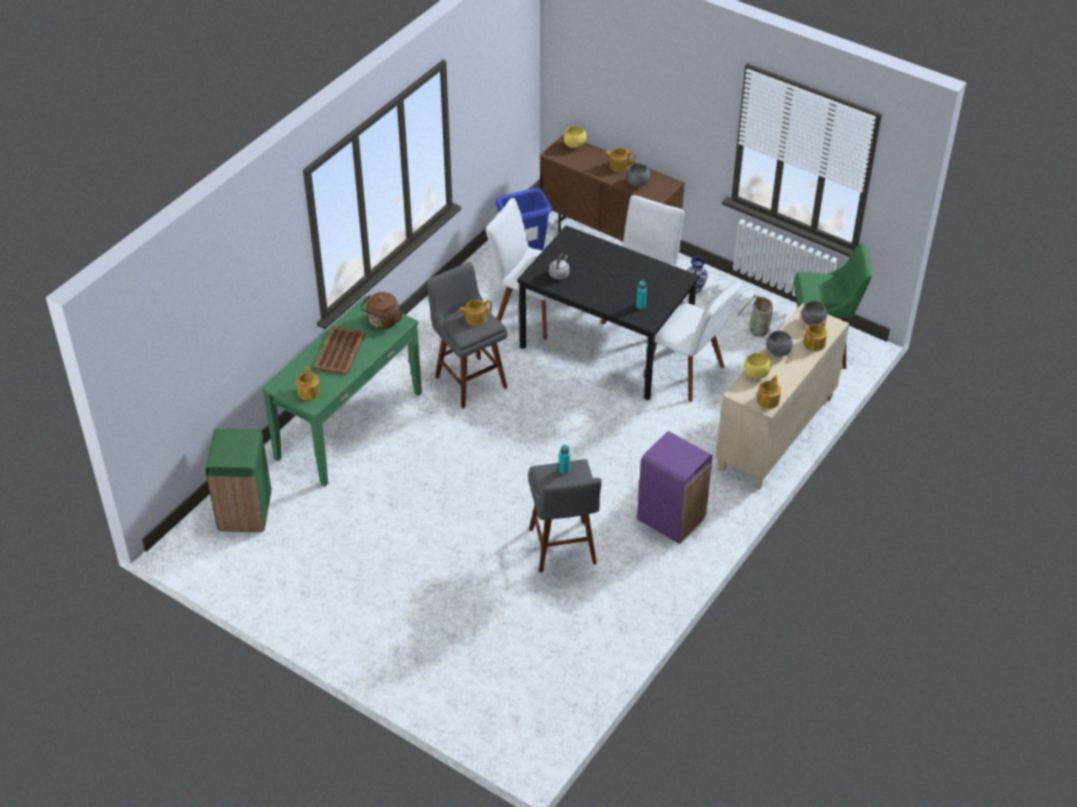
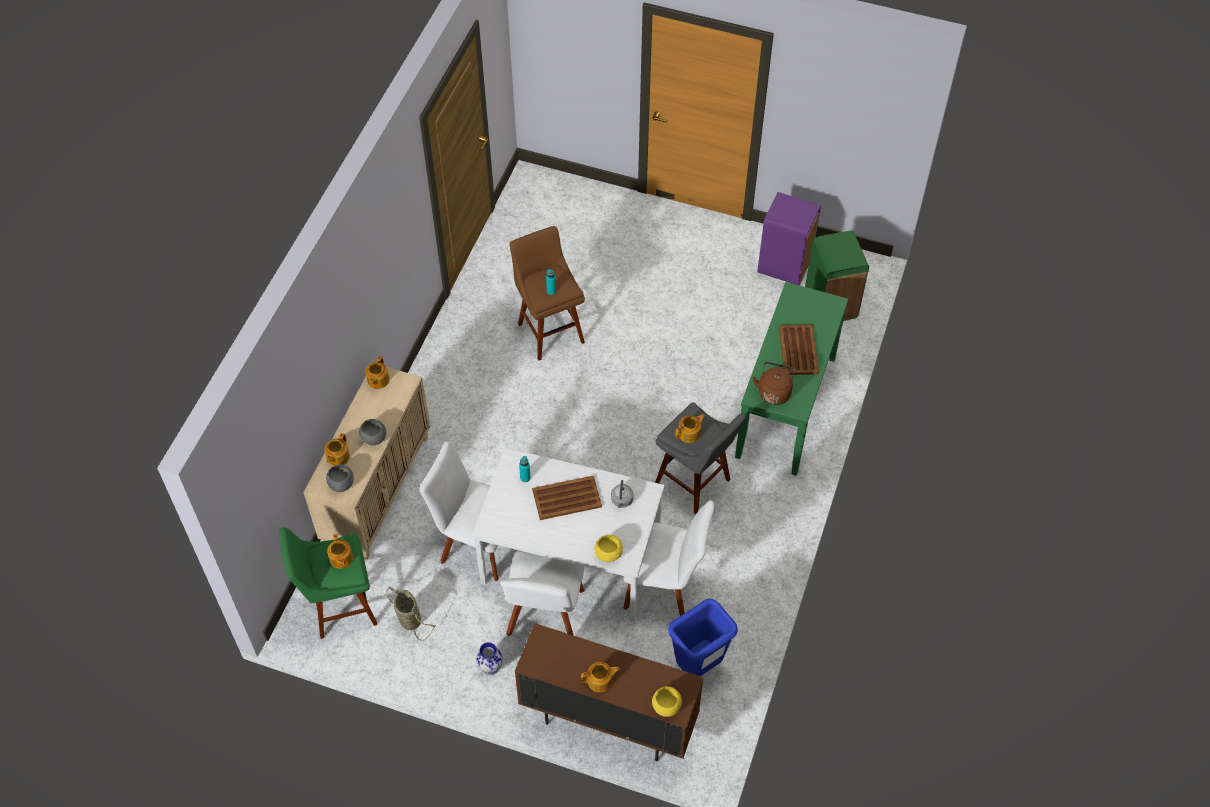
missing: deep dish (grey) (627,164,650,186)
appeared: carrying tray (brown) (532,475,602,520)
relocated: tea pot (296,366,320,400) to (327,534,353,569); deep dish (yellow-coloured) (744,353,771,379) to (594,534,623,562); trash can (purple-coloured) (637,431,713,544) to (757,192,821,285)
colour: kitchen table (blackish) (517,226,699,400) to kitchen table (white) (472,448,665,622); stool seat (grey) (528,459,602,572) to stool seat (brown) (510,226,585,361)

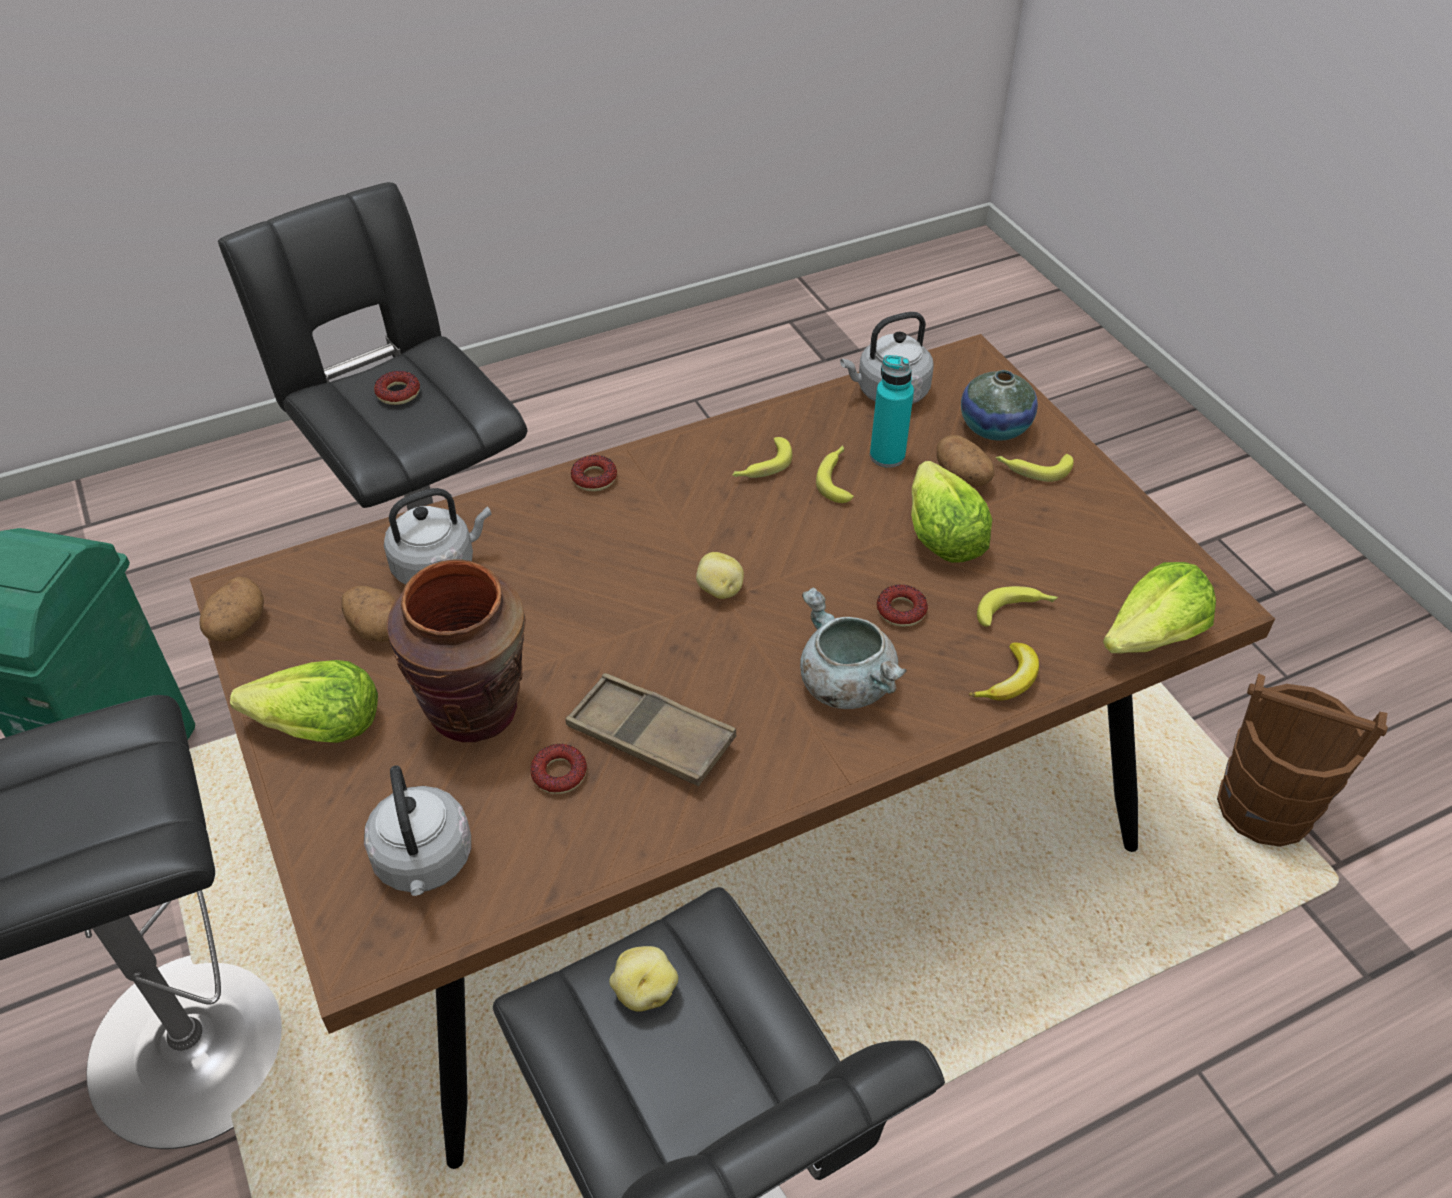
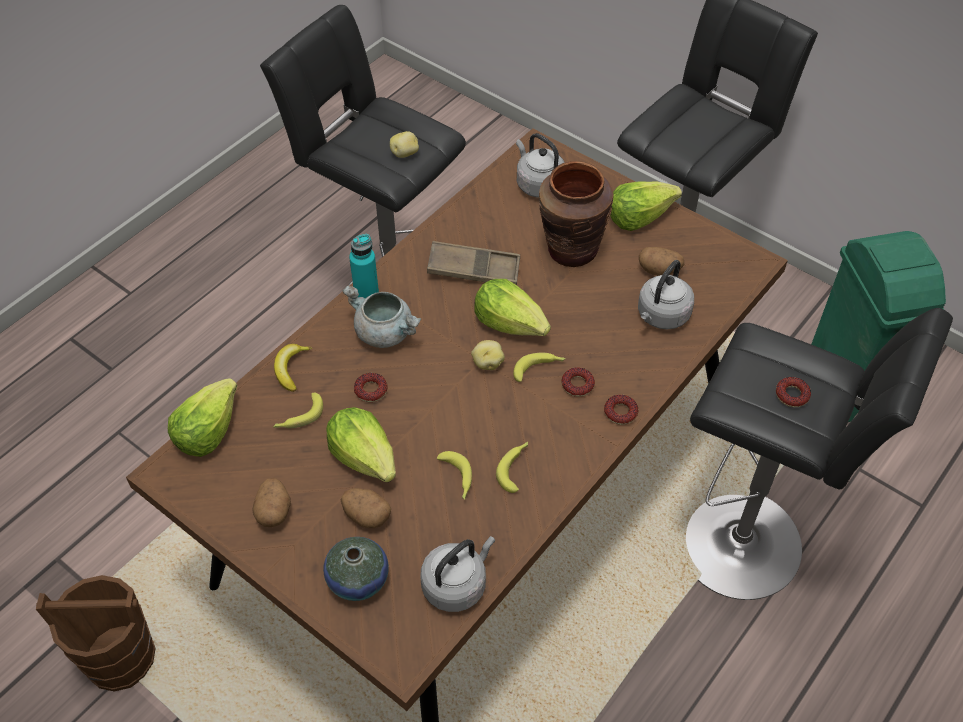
appeared: head of lettuce (474,279,551,336)
relocated: whole potato (200,577,264,641) to (252,478,291,527); drink bottle (turquoise) (870,355,914,468) to (349,234,379,298); banana fruit (996,454,1074,482) to (513,353,566,382); ring doughnut (530,744,587,794) to (561,367,595,397)

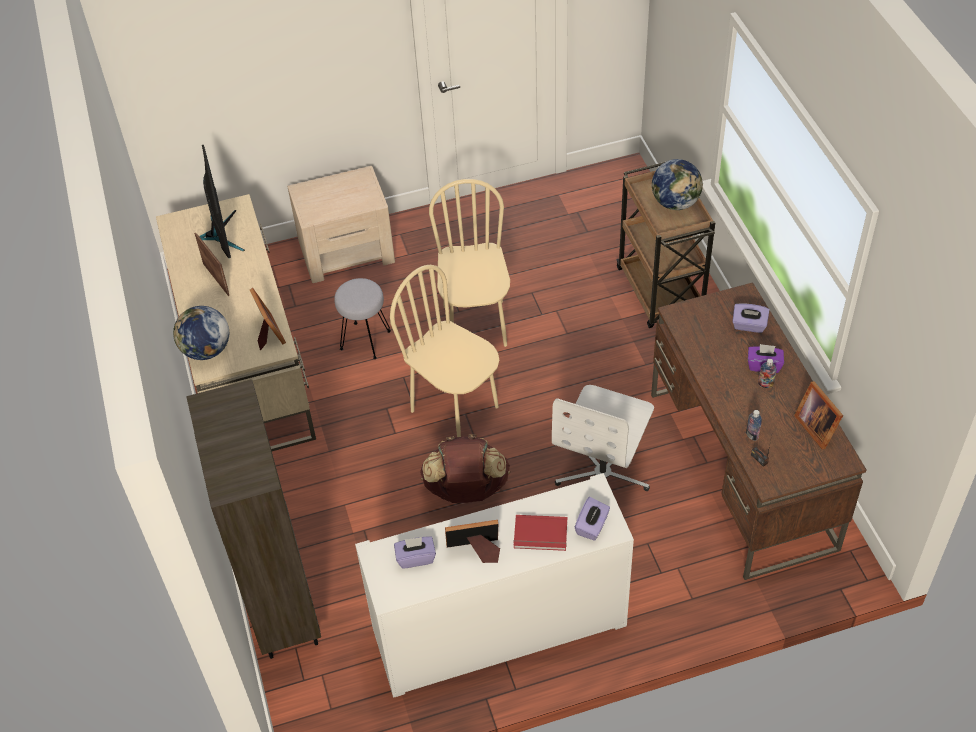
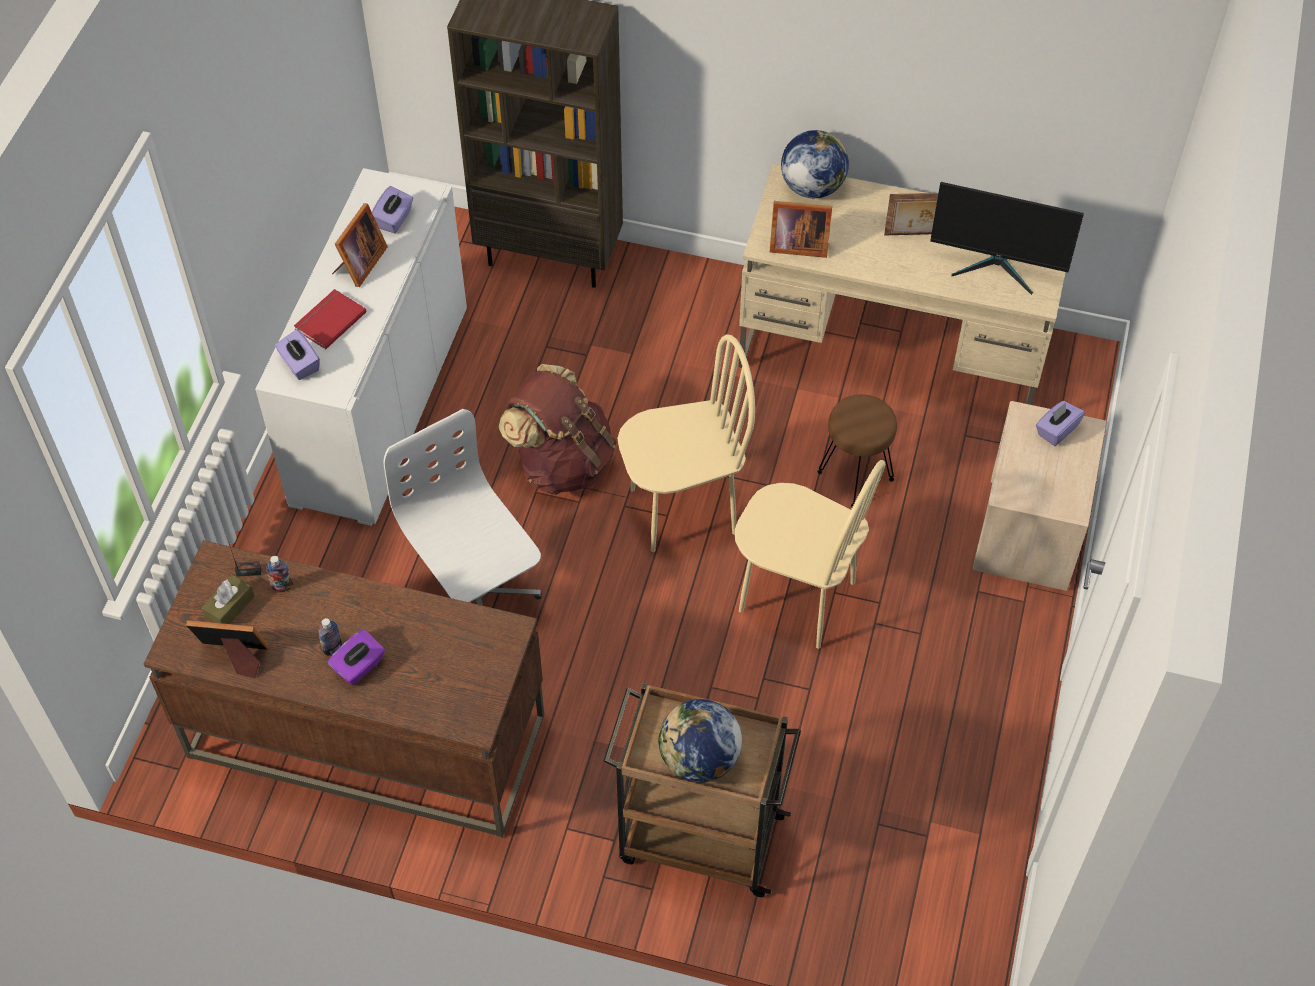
appeared: box of tissues (brown) (201,575,254,624)
relocated: box of tissues (purple-coloured) (732,303,769,333) to (1036,401,1085,446)
colour: stool seat (grey) (334,278,391,359) to stool seat (brown) (817,394,897,507)

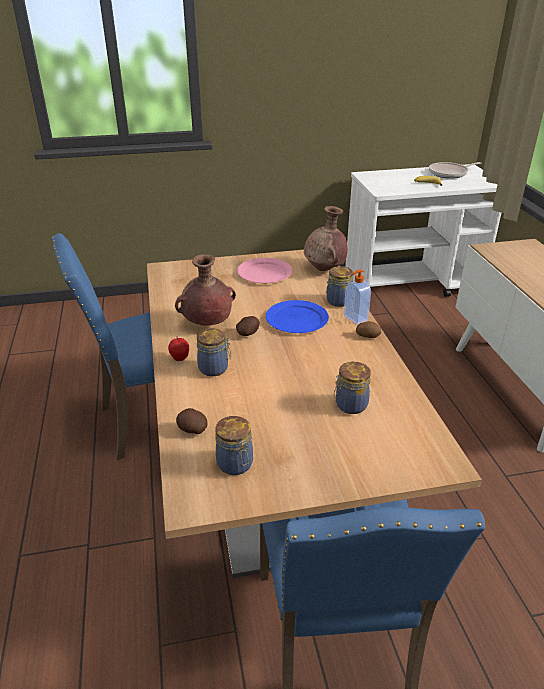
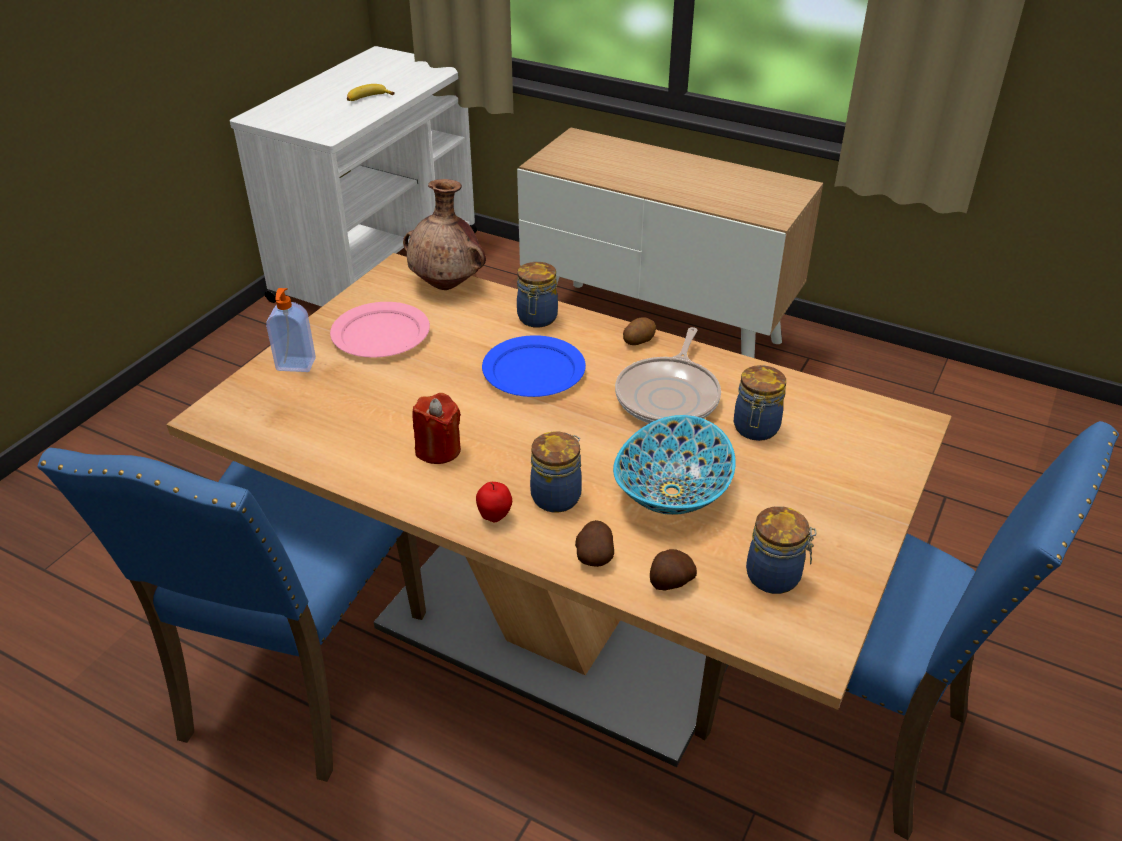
appeared: deep dish (613,415,736,515)
relocated: liquid soap bottle (344,269,371,325) to (266,288,316,372); whole potato (236,316,259,336) to (575,520,614,567); frying pan (429,162,481,179) to (615,327,721,423)
exchanged: vase (brown) (175,254,236,326) to candle (red) (413,393,461,464)

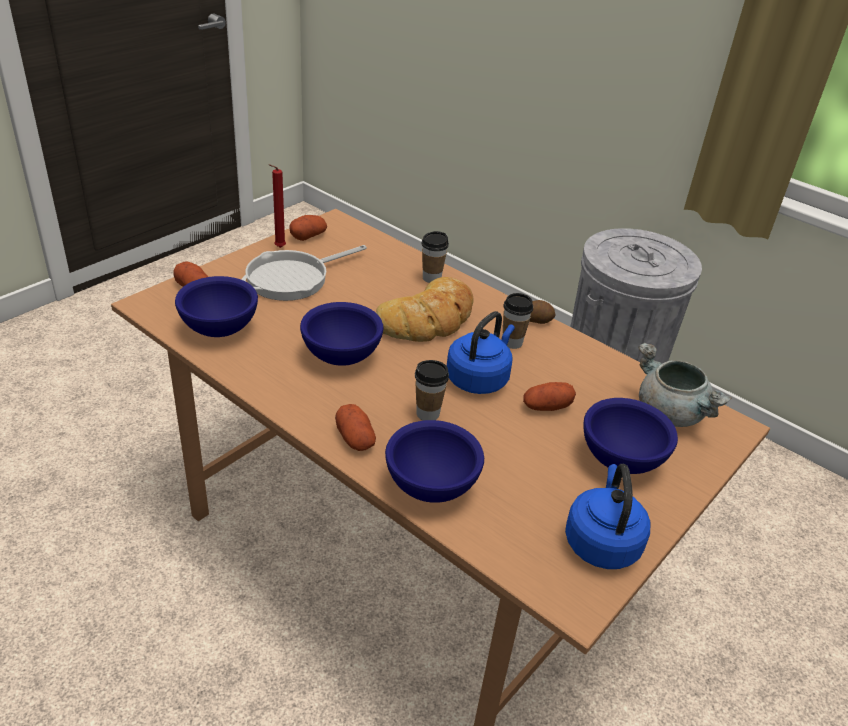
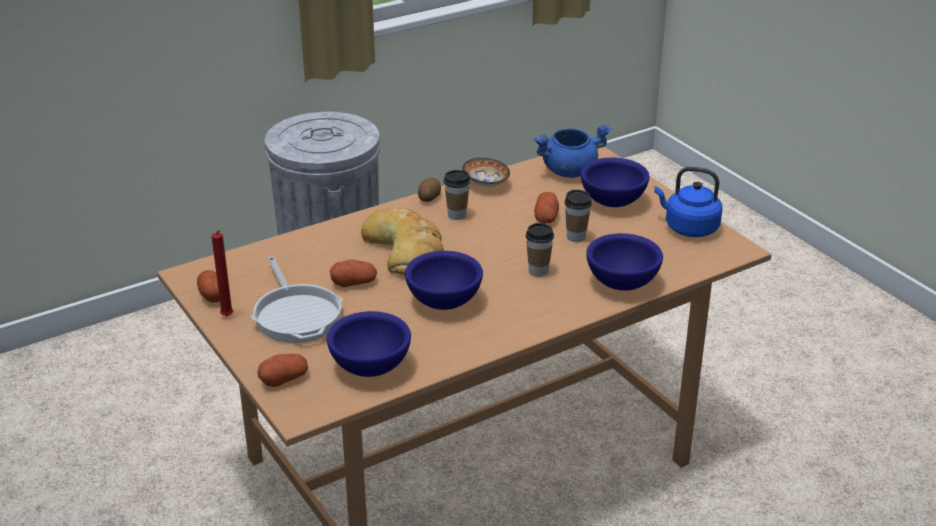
missing: tea kettle (blue) (447,311,515,394)
appeared: deep dish (462,158,510,187)
relocated: whole potato (335,404,376,451) to (330,259,377,287); small cup (421,231,449,283) to (564,189,592,242)
colour: cooking pot (grey) (638,343,731,427) to cooking pot (blue) (534,124,612,178)

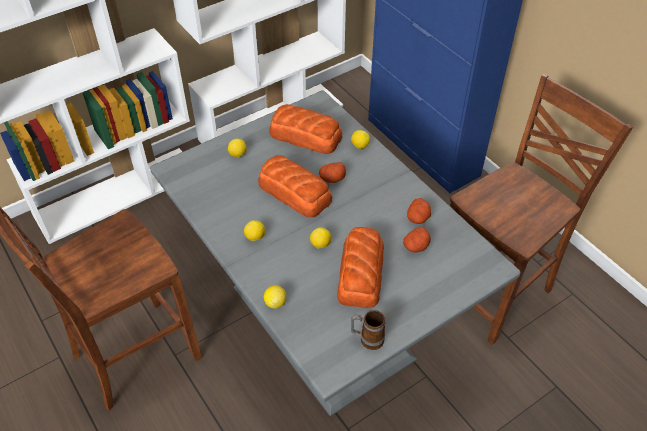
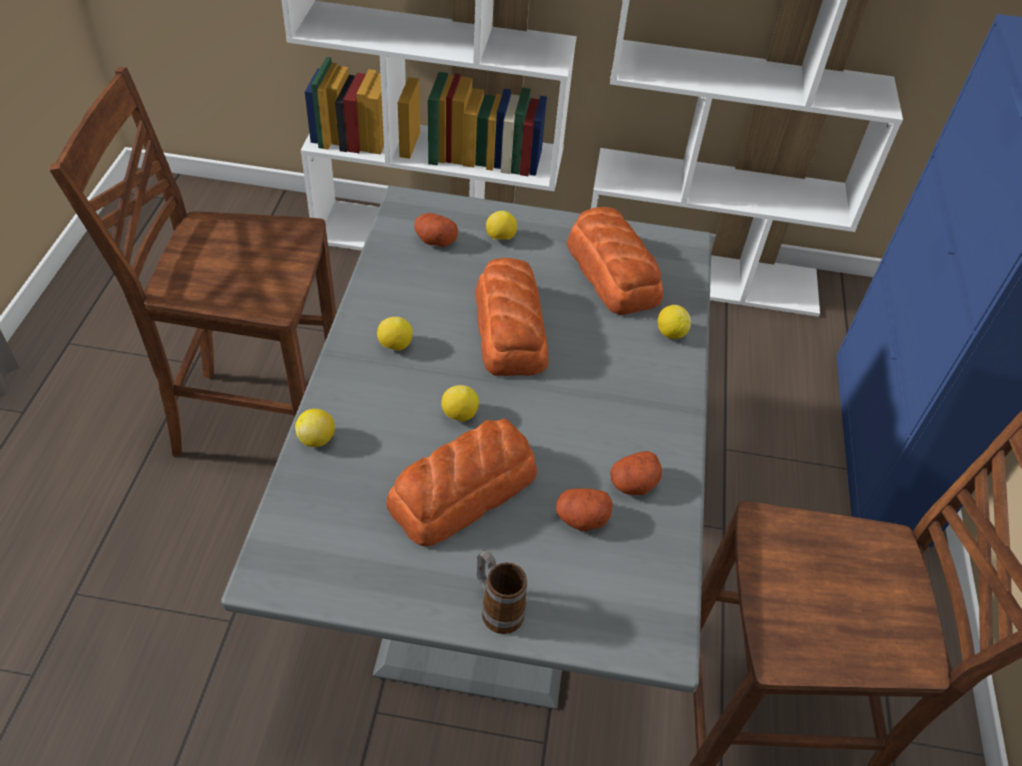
relocated: whole potato (319,162,346,183) to (414,213,458,247); mug (351,310,385,350) to (477,550,527,634)

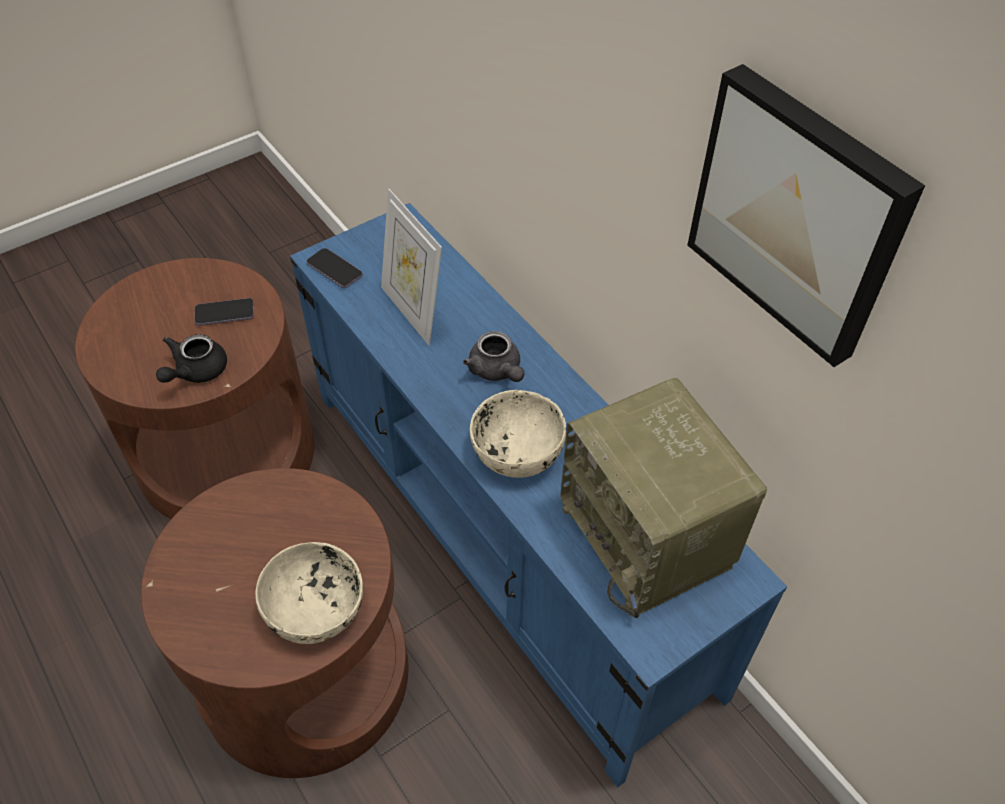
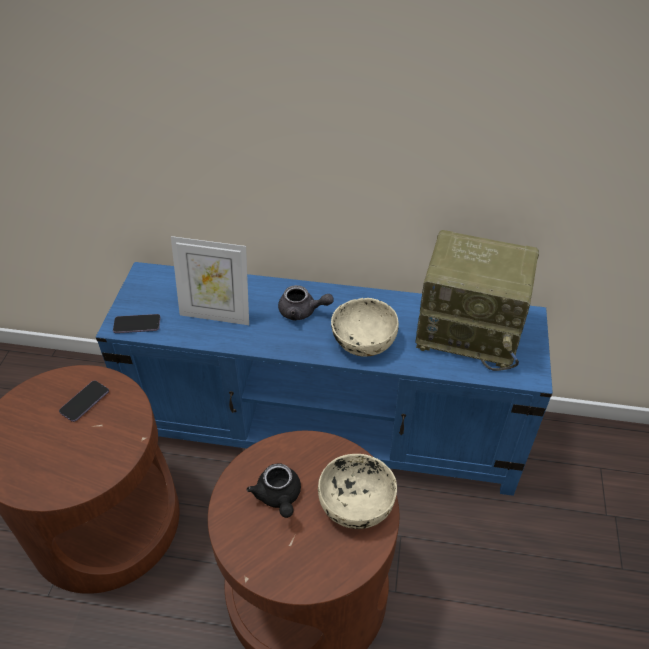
missing: wall art (687,64,925,367)
relocated: tea pot (blackish) (156,334,227,383) to (247,463,301,518)

